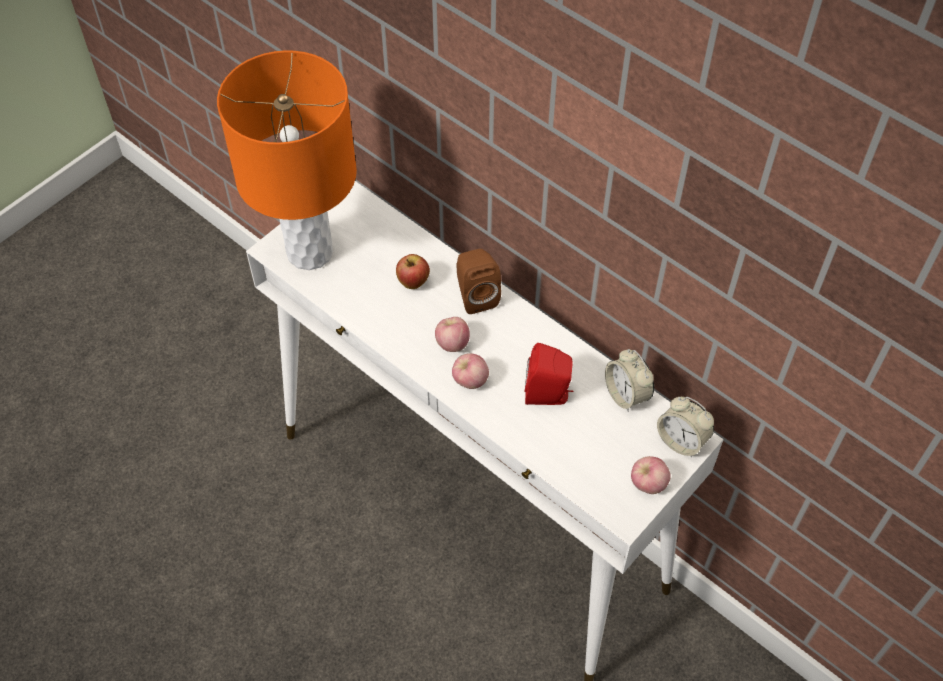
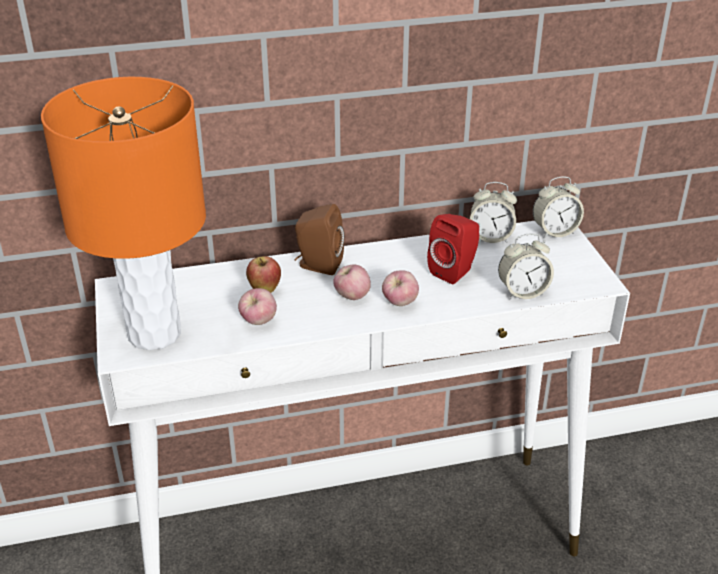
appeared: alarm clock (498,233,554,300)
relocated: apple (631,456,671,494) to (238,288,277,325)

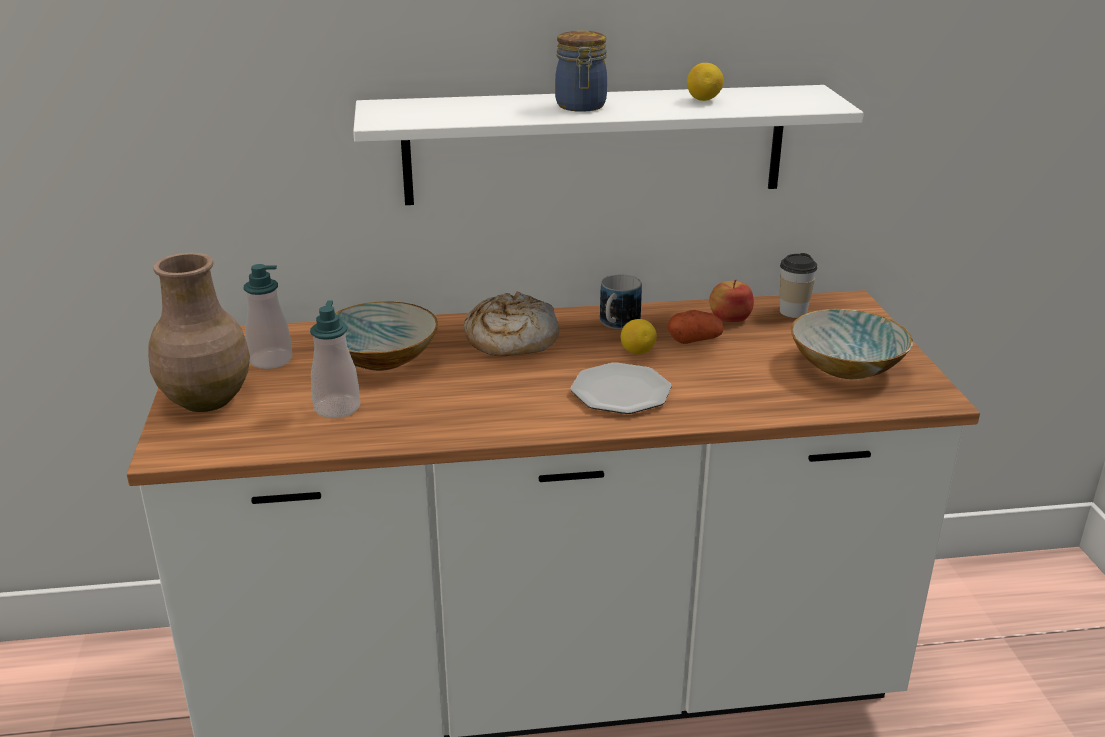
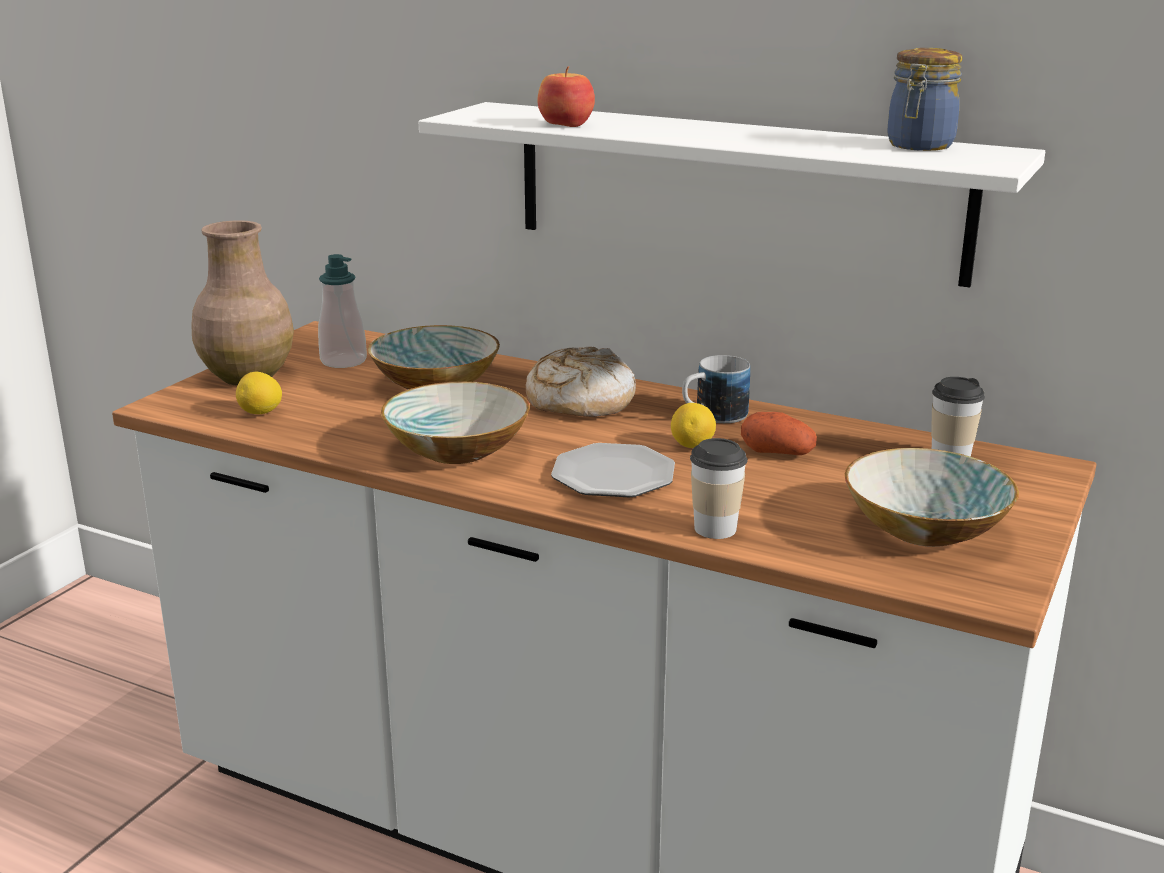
missing: liquid soap bottle (310,300,360,418)
appeared: deep dish (381,381,530,464); small cup (690,438,748,539)
relocated: whole lemon (687,63,724,101) to (236,372,282,414); apple (709,280,754,322) to (537,66,595,127); preserve jar (555,31,607,112) to (887,48,963,151)

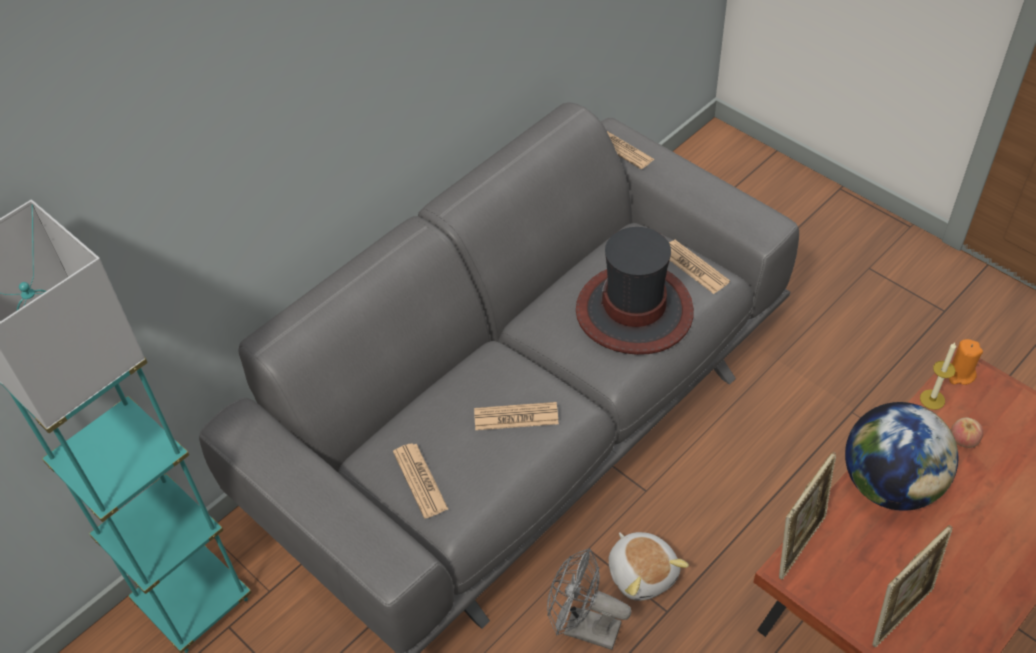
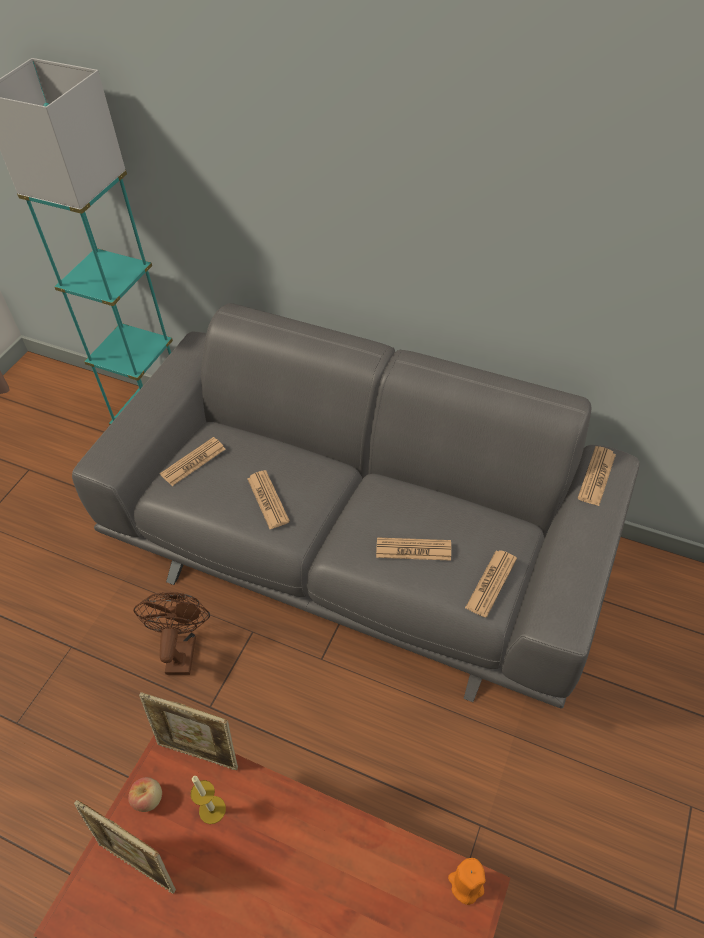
missing: soft toy (608,532,689,601); desk globe (845,402,958,511)
relocated: apple (951,418,983,448) to (128,777,162,812); candle (920,343,956,410) to (191,776,226,824)
exchanged: hat (576,227,694,355) to daily paper (376,537,451,561)
colour: cooling fan (grey) (547,548,631,650) to cooling fan (brown) (134,592,210,675)

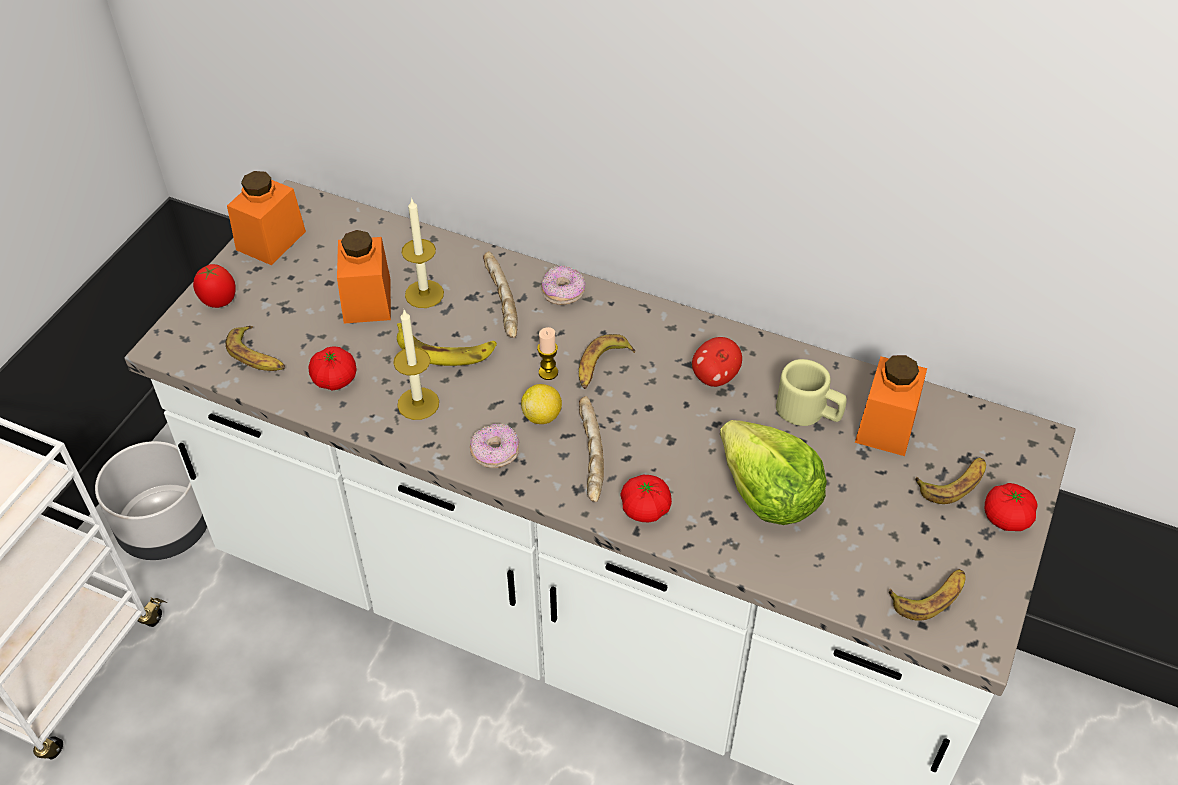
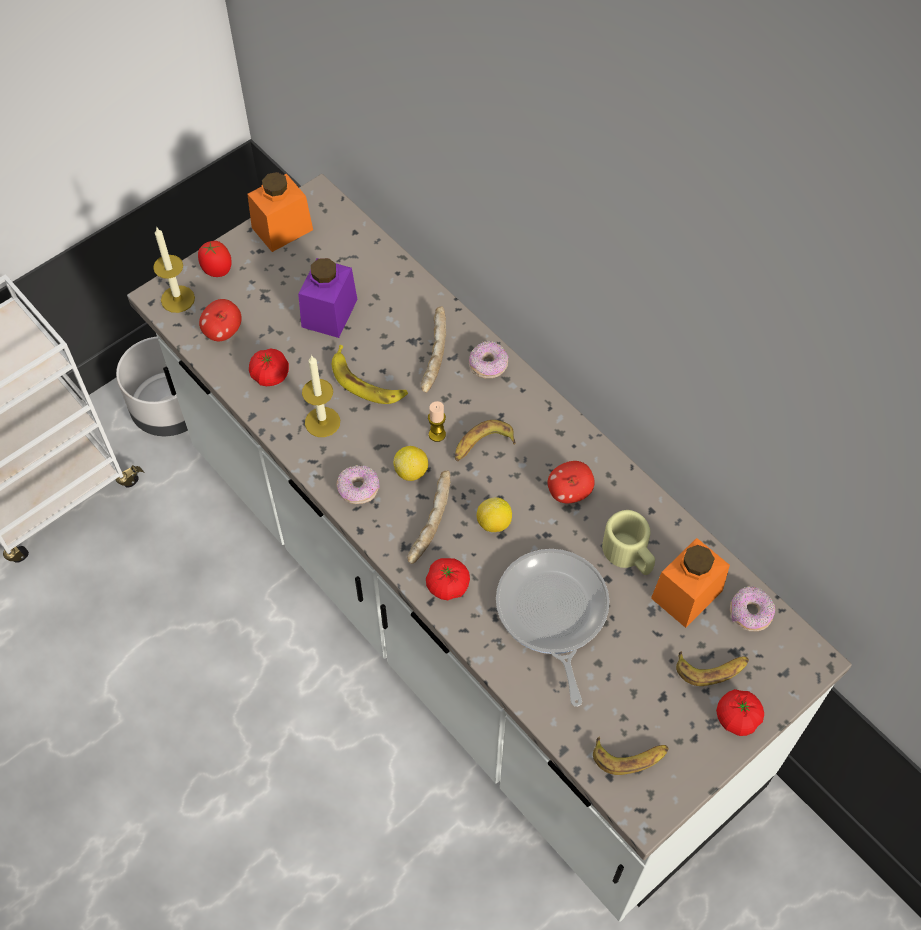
appeared: whole lemon (477,497,512,532); ring doughnut (730,586,775,631)
relocated: candle (401,198,444,308) to (153,228,195,313)
exchanged: banana fruit (226,326,285,371) to apple (199,299,242,341); head of lettuce (720,420,827,525) to frying pan (496,549,609,707)
colour: preserve jar (orange) (337,230,391,324) to preserve jar (purple-coloured) (298,258,358,338)

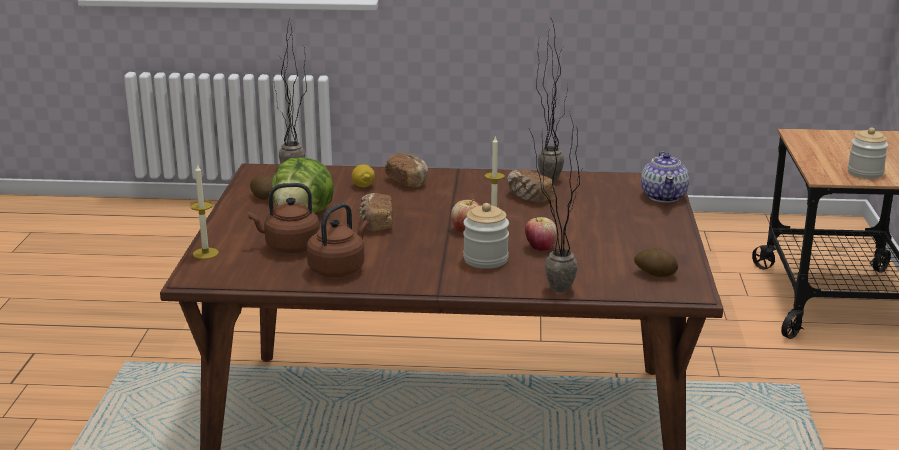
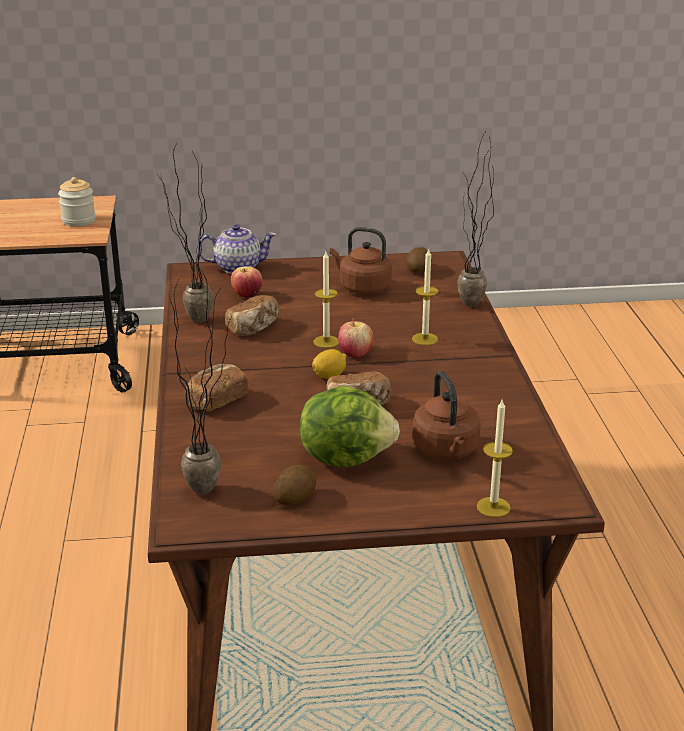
relocated: apple (525,216,557,251) to (231,266,262,297); whole lemon (352,165,375,187) to (312,349,346,379); tea kettle (brown) (307,203,368,277) to (330,227,392,295)
exchanged: preserve jar (463,203,509,269) to candle (412,248,438,345)

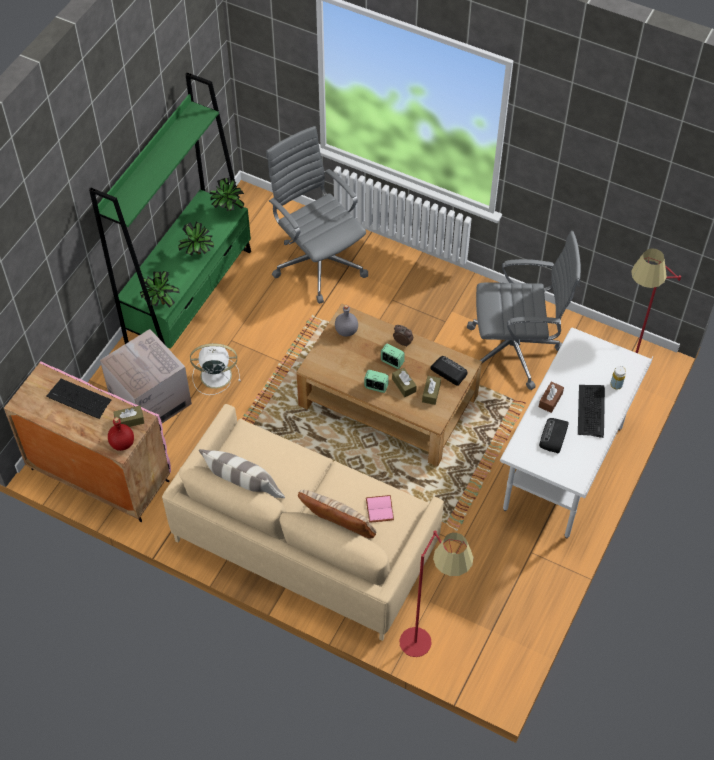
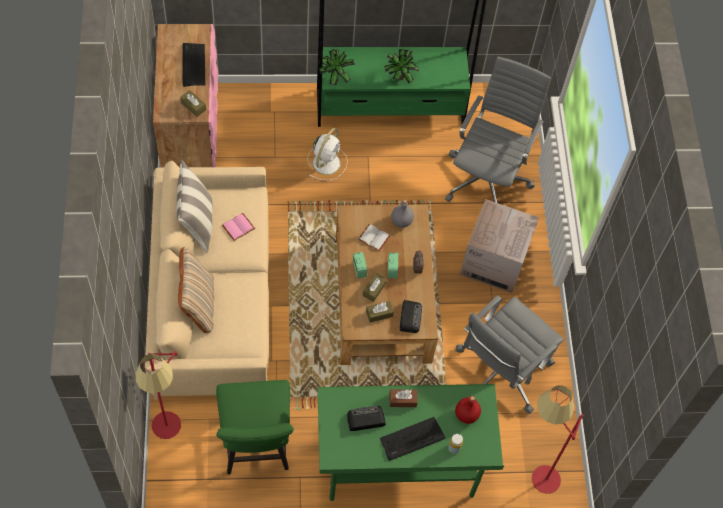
missing: plant in a pot (210,178,245,211)
appeared: plain chair (greenish) (216,380,294,474); book (white) (358,224,390,251)
relocated: book (pink-coloured) (366,495,394,523) to (222,213,255,241); drink bottle (red) (108,417,134,451) to (455,396,481,424); cardboard box (100,329,192,423) to (460,199,539,293)
colour: desk unit (white) (500,328,653,538) to desk unit (greenish) (318,384,504,501)
spun: cooling fan (white) (190,343,241,395) = (307,128,348,181) 60 degrees clockwise; desk chair (grey) (467,231,581,390) = (456,295,564,414) 75 degrees clockwise

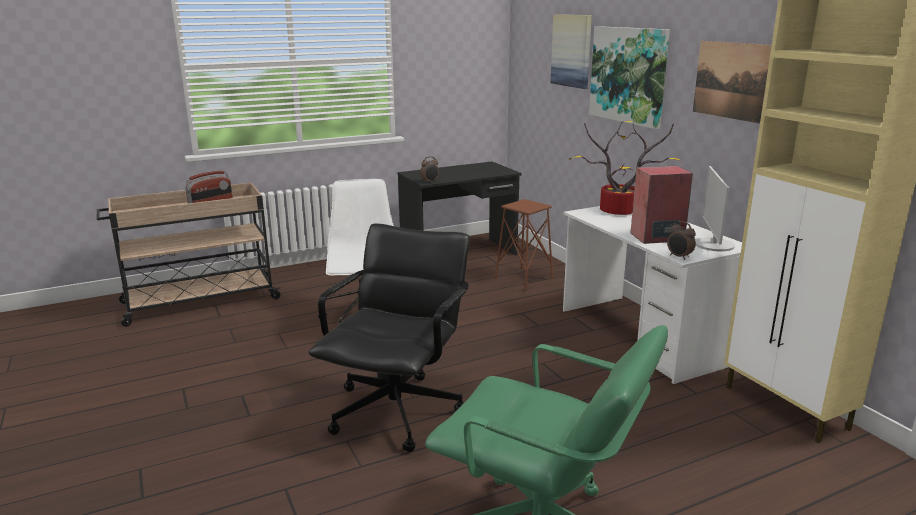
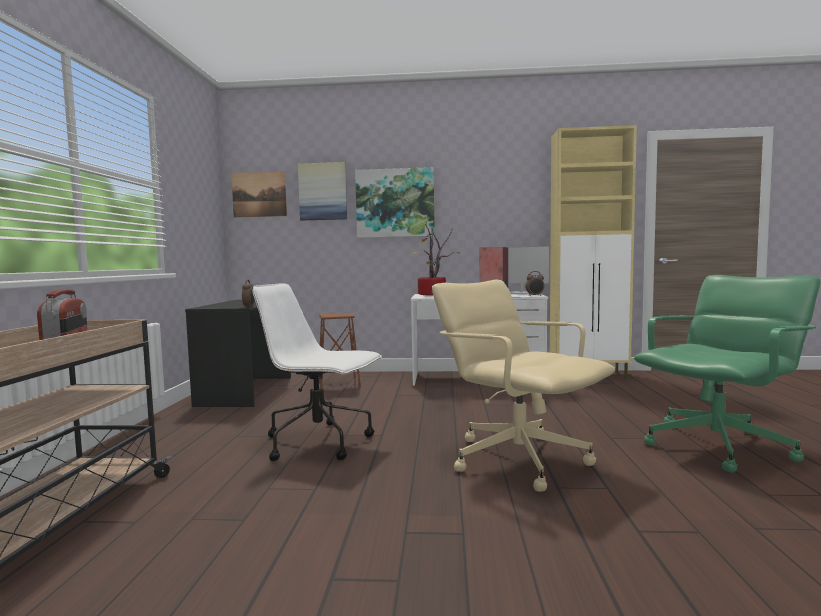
relocated: wall art (693,41,772,124) to (231,171,287,218)
colour: desk chair (blackish) (308,224,470,452) to desk chair (beige-coloured) (432,280,615,492)

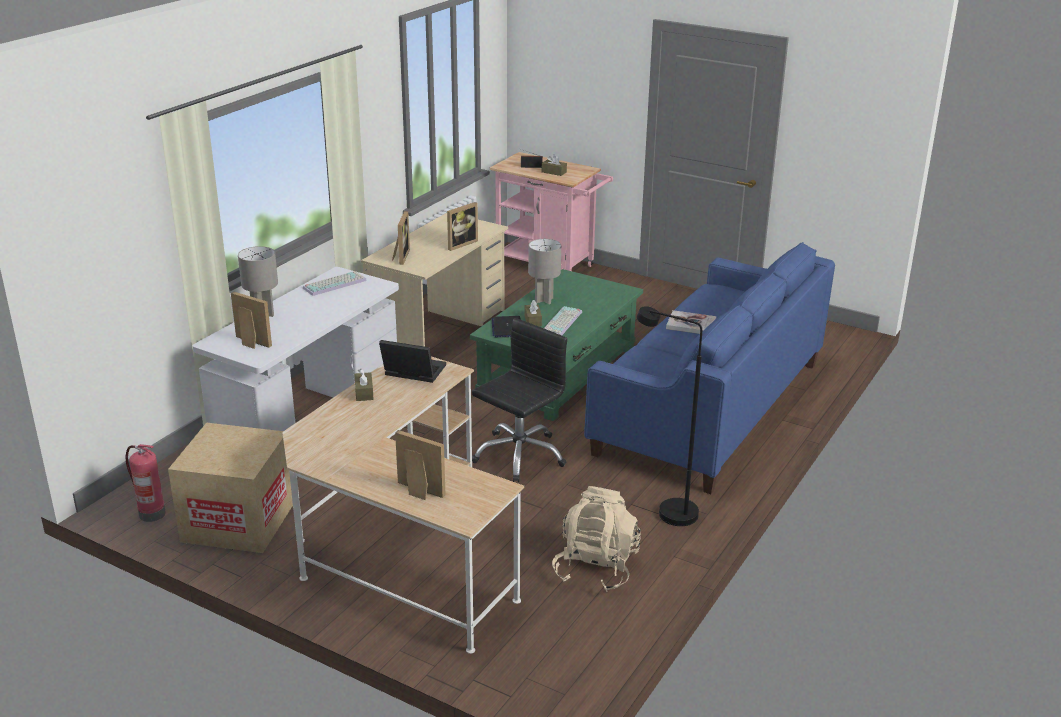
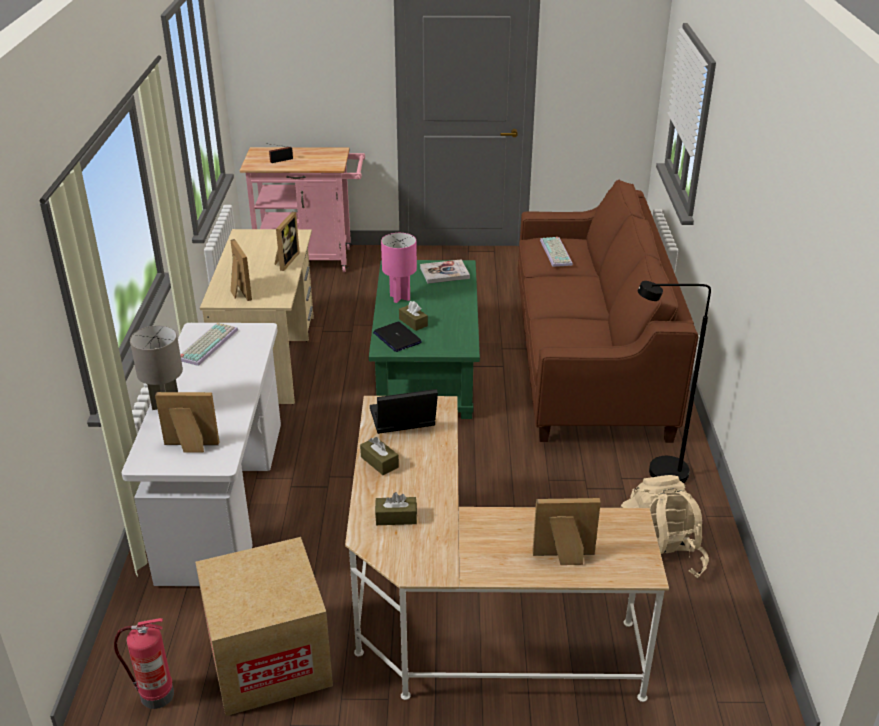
missing: desk chair (blackish) (472,318,567,482)
relocated: box of tissues (brown) (542,154,567,176) to (375,492,417,525); book (666,310,716,334) to (420,259,470,284); computer keyboard (544,306,582,336) to (540,237,573,267)
colour: tabletop lamp (grey) (528,239,561,304) to tabletop lamp (pink-coloured) (381,233,417,303); sofa (blue) (584,242,835,494) to sofa (brown) (518,179,699,443)

